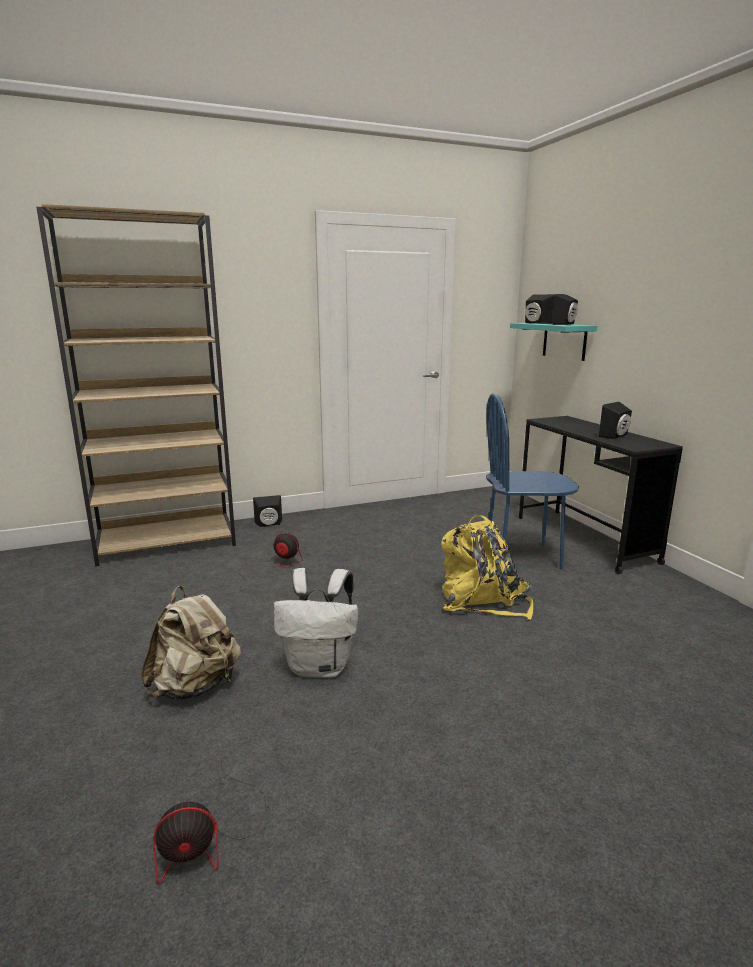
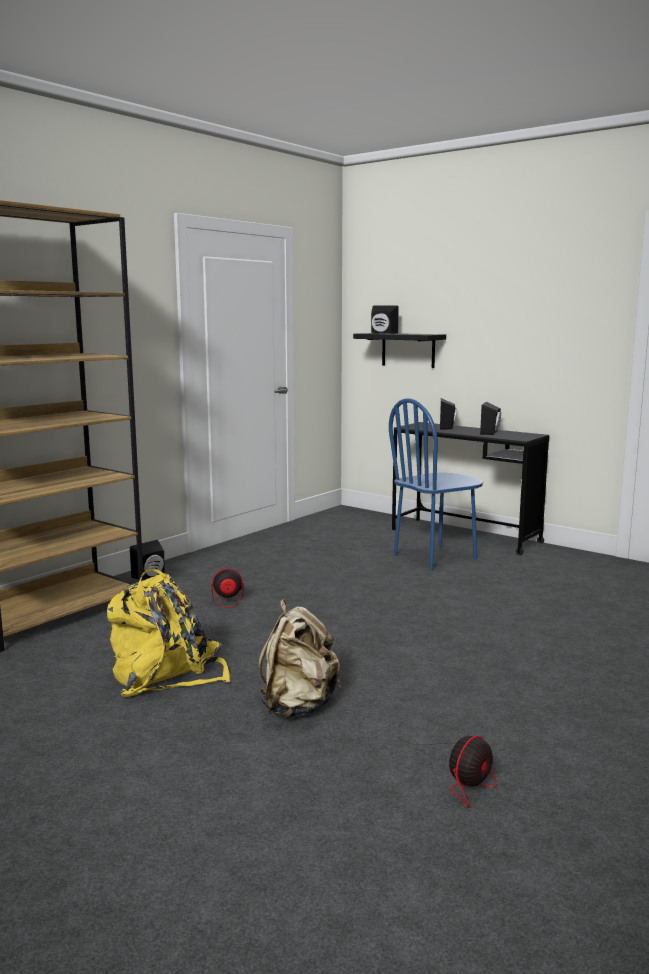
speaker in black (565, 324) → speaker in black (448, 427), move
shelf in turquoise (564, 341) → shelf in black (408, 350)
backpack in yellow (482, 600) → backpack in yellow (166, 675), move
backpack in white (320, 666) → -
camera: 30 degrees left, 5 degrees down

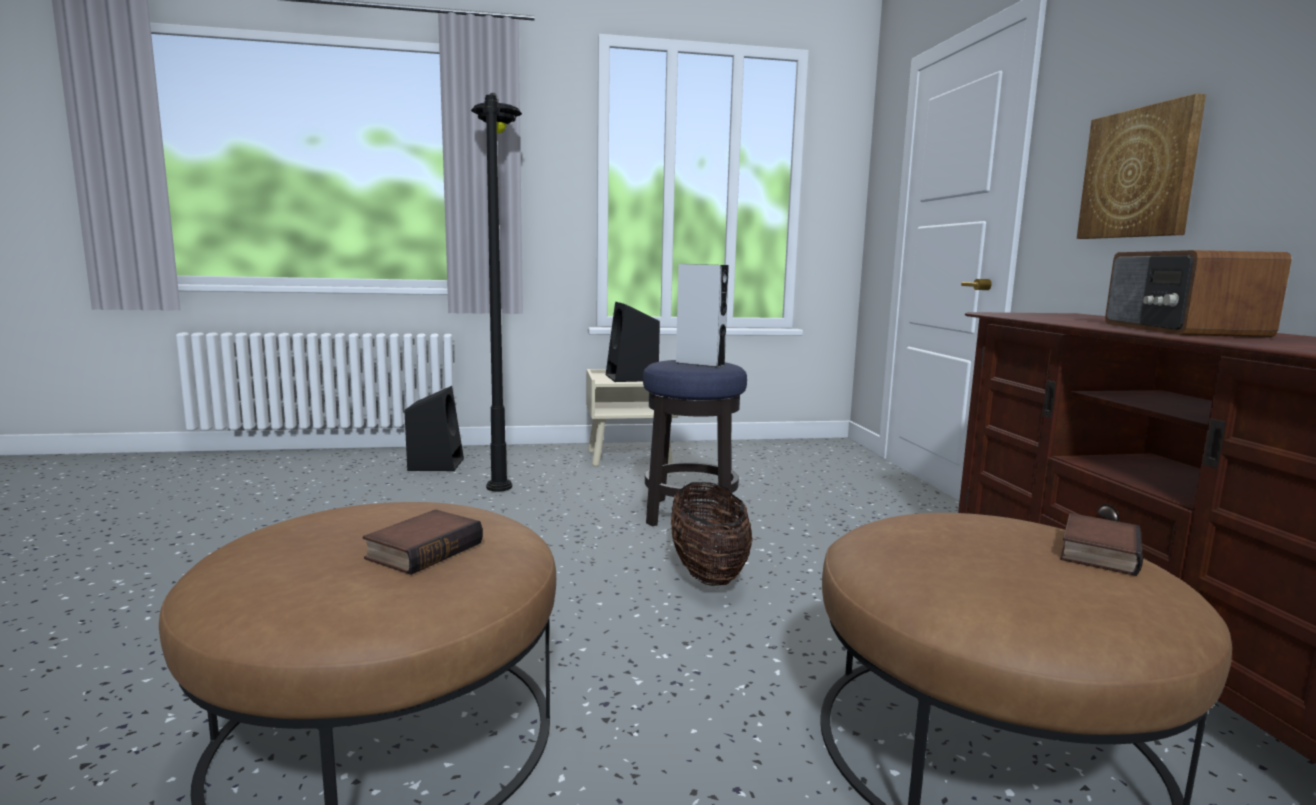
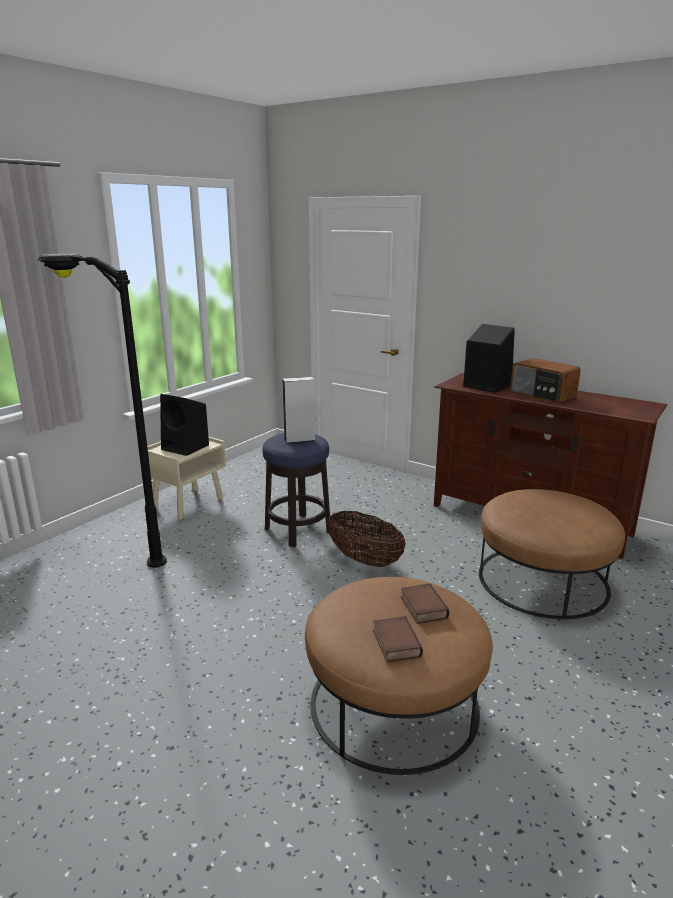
picture (1140, 173) → -
speaker in black (436, 464) → speaker in black (486, 386), move
book (1096, 552) → book (394, 643), move
camera: 45 degrees left, 10 degrees up

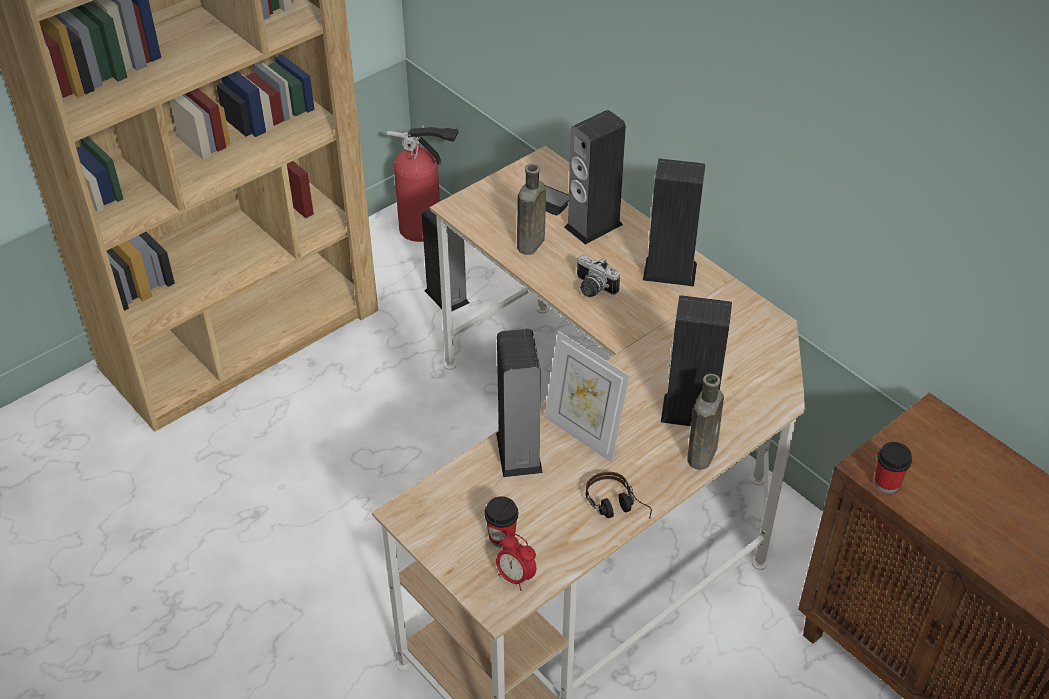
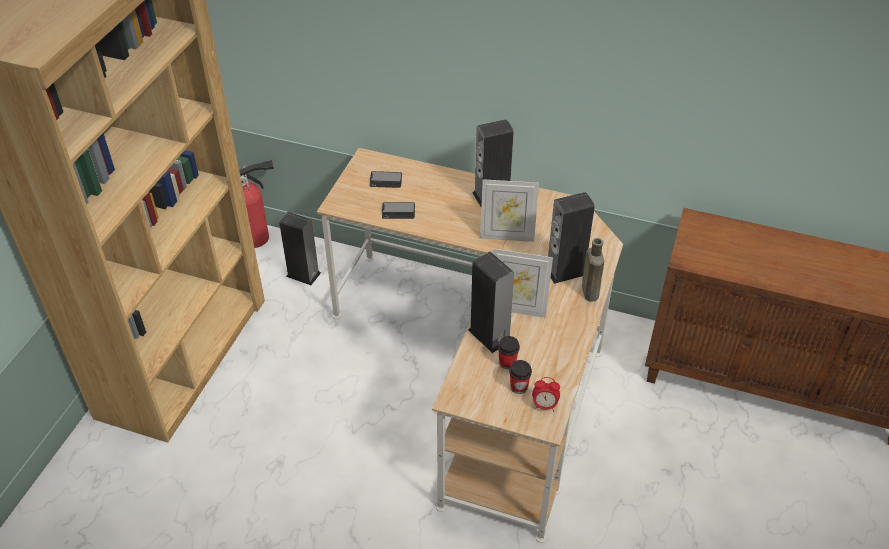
speaker (593, 226) → -
bottle in brown (530, 245) → phone (398, 211)
photo camera (592, 288) → -
cup (887, 483) → cup (507, 363), move
headphones (618, 509) → -
- → picture frame (507, 236)
camera: 30 degrees left, 0 degrees up

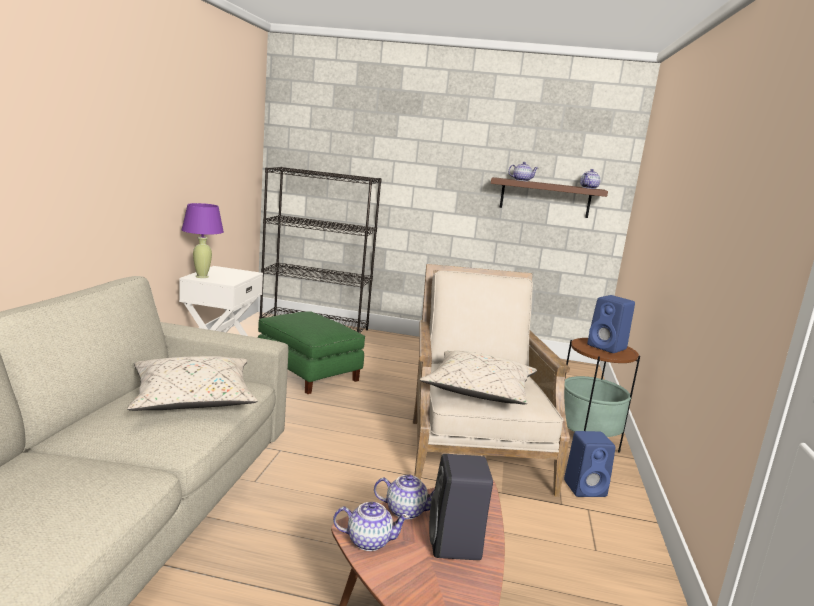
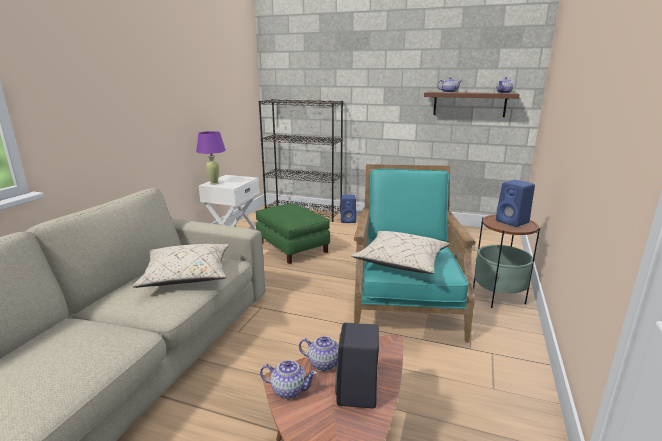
armchair in beige (472, 447) → armchair in turquoise (405, 302)
speaker in blue (586, 488) → speaker in blue (348, 220), move
camera: 10 degrees right, 5 degrees up

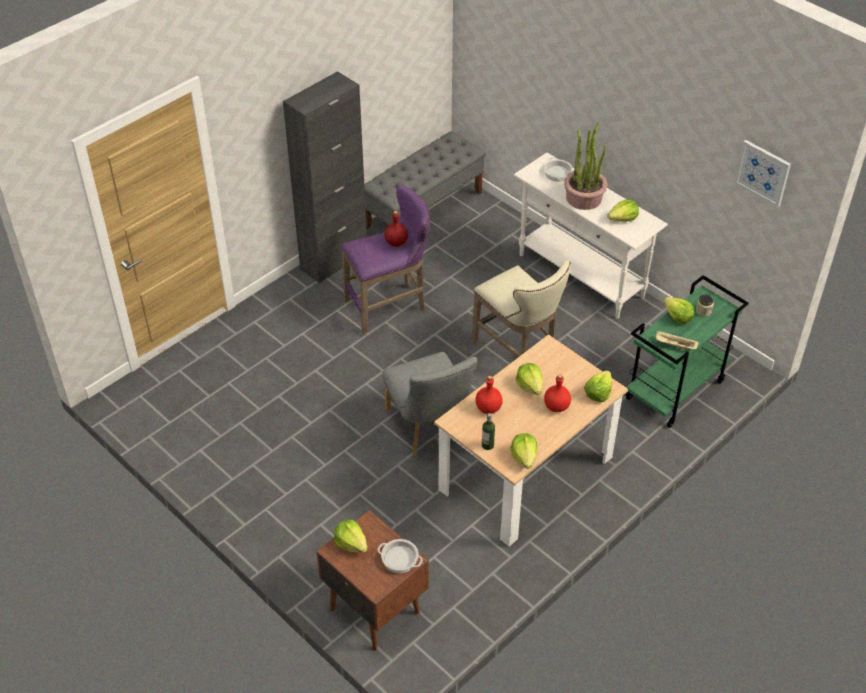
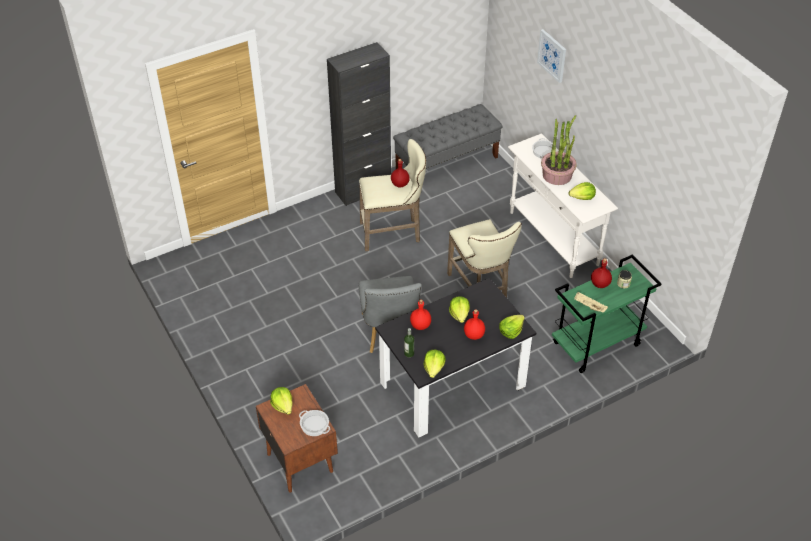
picture (763, 172) → picture (552, 55), move
stool in purple (390, 306) → stool in beige (393, 233)
lettuce (677, 317) → bottle in red (600, 284)
dining table in beige (526, 474) → dining table in black (452, 385)
camera: 15 degrees right, 0 degrees up

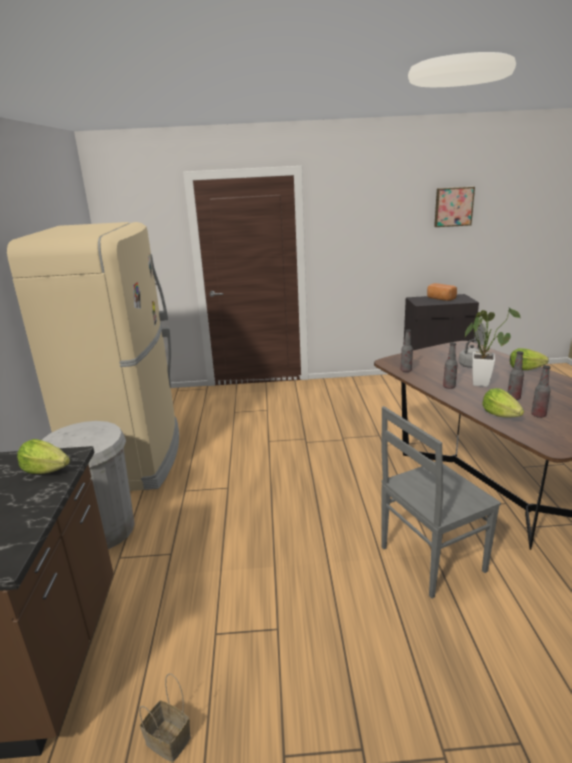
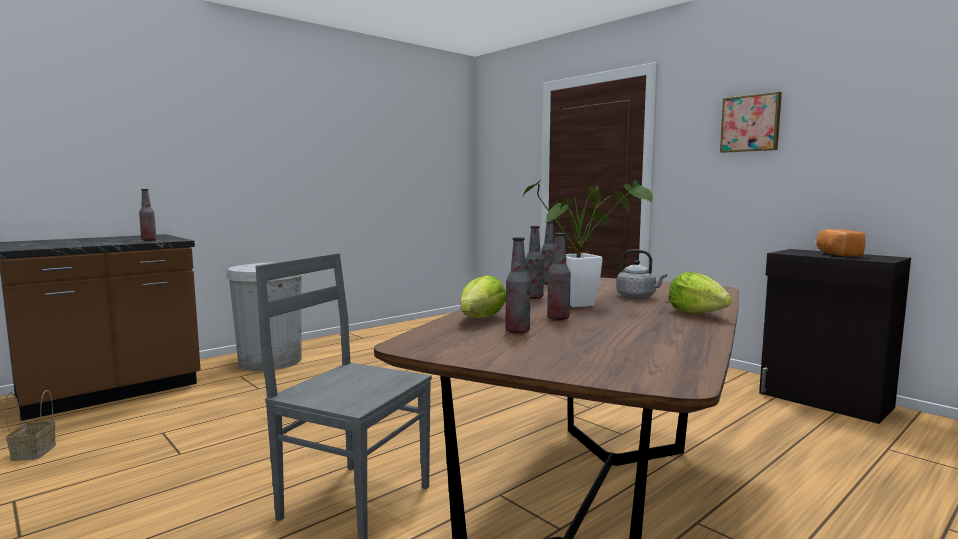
picture (453, 206) → picture (751, 123), move
fridge in beige (131, 457) → -
lettuce (46, 470) → bottle (149, 240)
camera: 50 degrees right, 15 degrees down

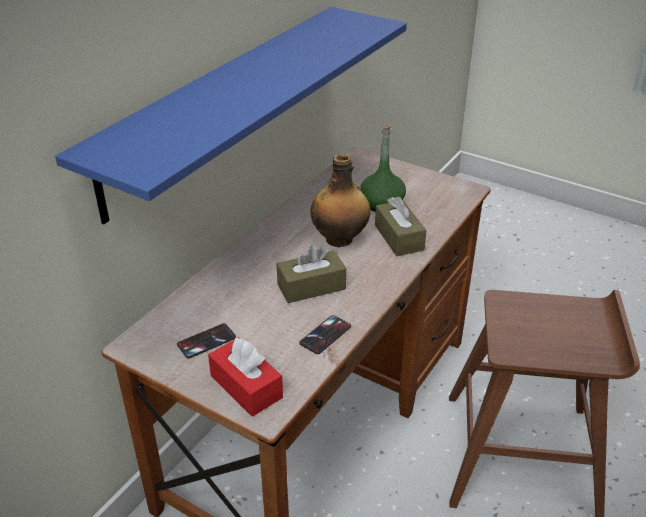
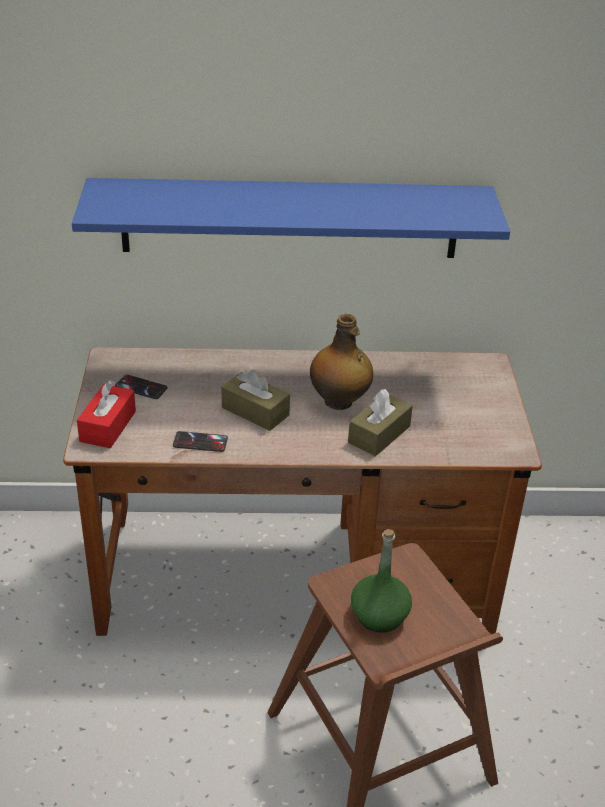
bottle in green (382, 204) → bottle in green (379, 615), move
camera: 55 degrees right, 0 degrees up

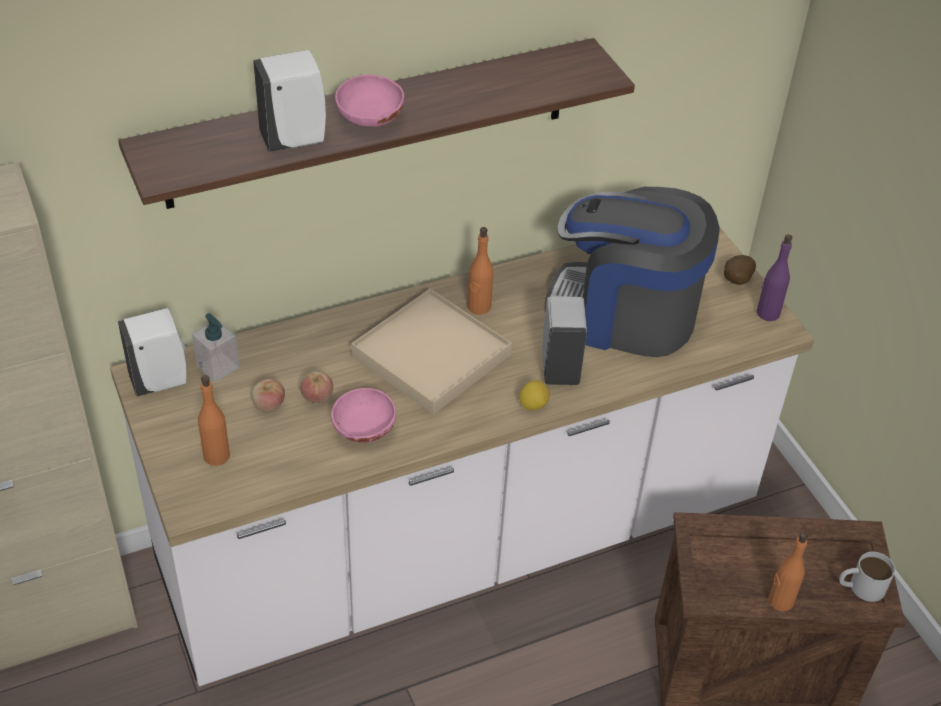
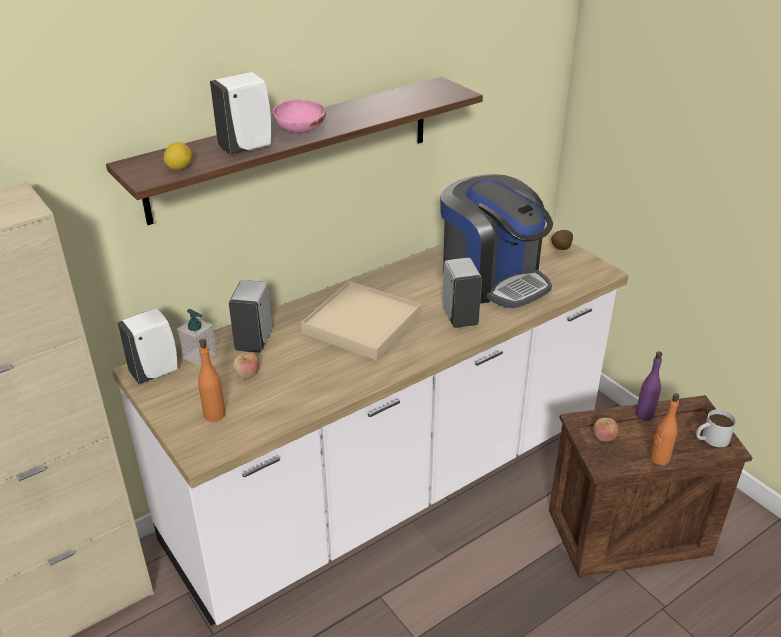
coffee machine (625, 314) → coffee machine (492, 279), 135 degrees counterclockwise
bottle in orange (479, 307) → -
bottle in purple (767, 313) → bottle in purple (644, 414), move
apple (317, 397) → apple (604, 437), move
lemon (533, 405) → lemon (179, 168), move
bowl in pink (362, 430) → -
- → soap dispenser in white (254, 341)
camera: 10 degrees left, 10 degrees down

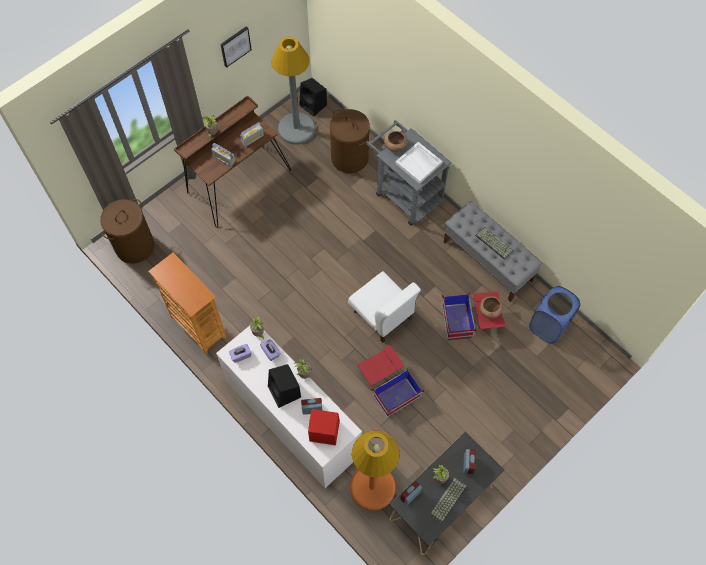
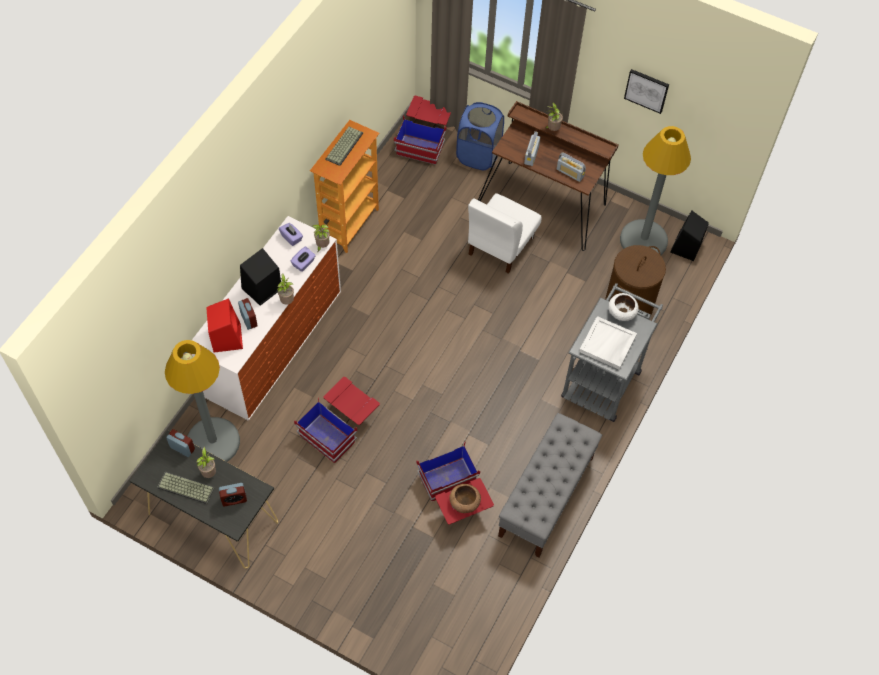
bowl in brown (395, 145) → bowl in white (622, 312)
laundry basket in brown (134, 246) → storage box in red (424, 139)
keyboard (493, 243) → keyboard (344, 145), move
chair in white (382, 315) → chair in white (500, 246), move
laundry basket in blue (548, 325) → laundry basket in blue (478, 155), move
floor lamp in orange (372, 487) → floor lamp in grey (213, 442)
camera: 70 degrees right, 5 degrees down

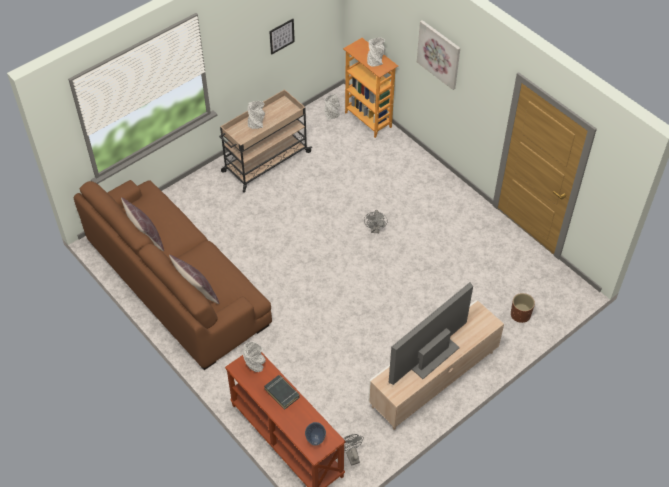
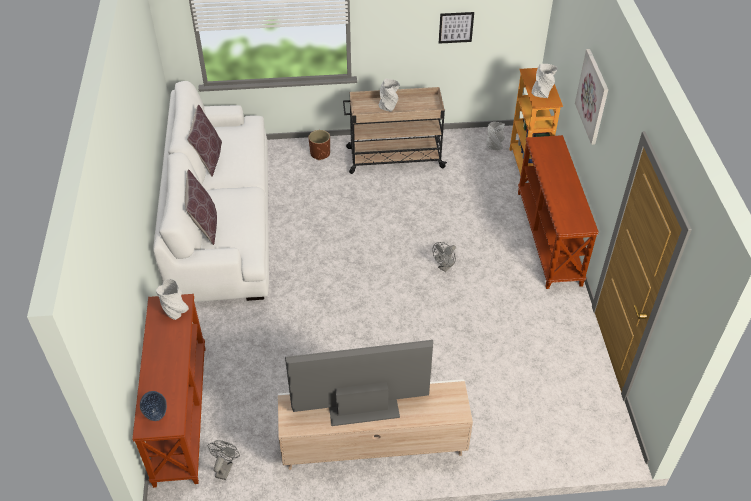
sofa in brown (177, 282) → sofa in white (222, 219)
planter in brown (520, 315) → planter in brown (320, 153), move
book in black (282, 393) → -
- → console table in brown (549, 237)
camera: 35 degrees right, 5 degrees down

